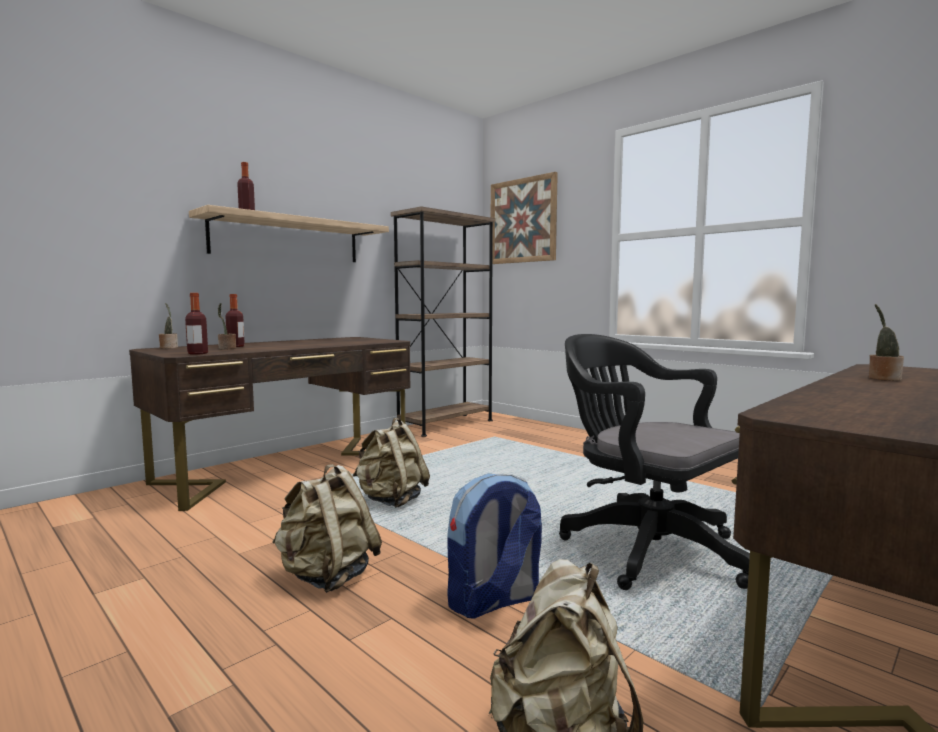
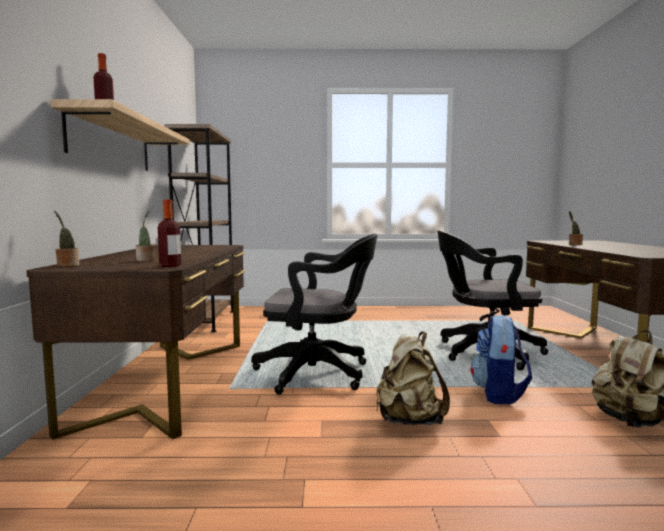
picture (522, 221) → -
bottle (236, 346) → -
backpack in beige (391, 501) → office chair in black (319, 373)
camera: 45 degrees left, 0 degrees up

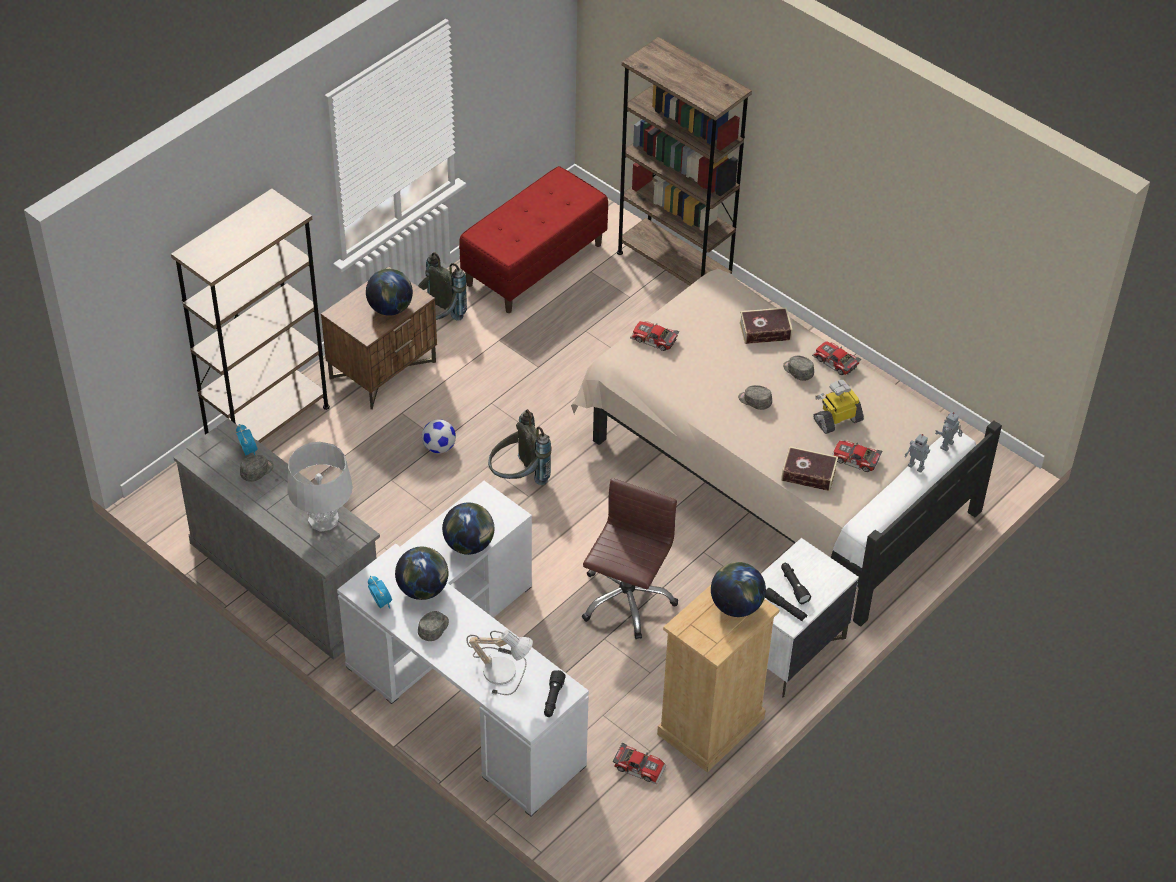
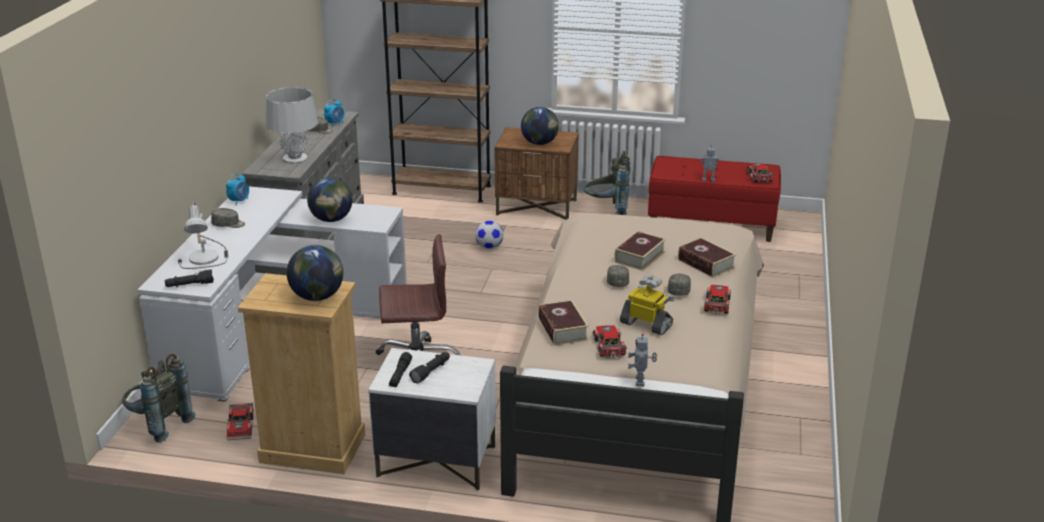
bookcase in brown (674, 267) → -
toy car (653, 340) → toy car (758, 177), move
backpack in grey (518, 477) → backpack in grey (158, 425), move
toy robot (947, 446) → toy robot (708, 180), move
globe (423, 589) → -
- → book (639, 257)
camera: 60 degrees right, 20 degrees down

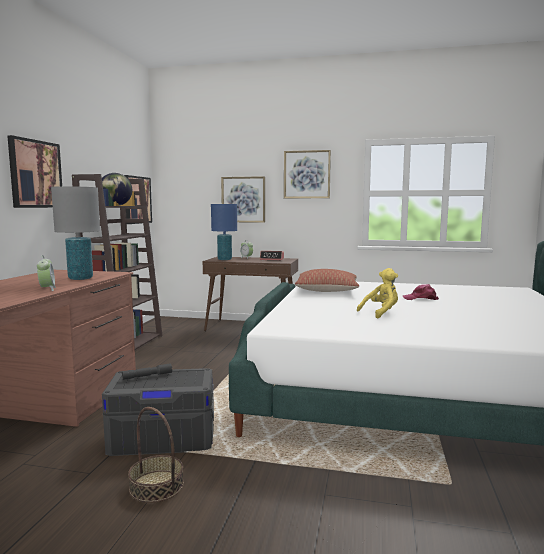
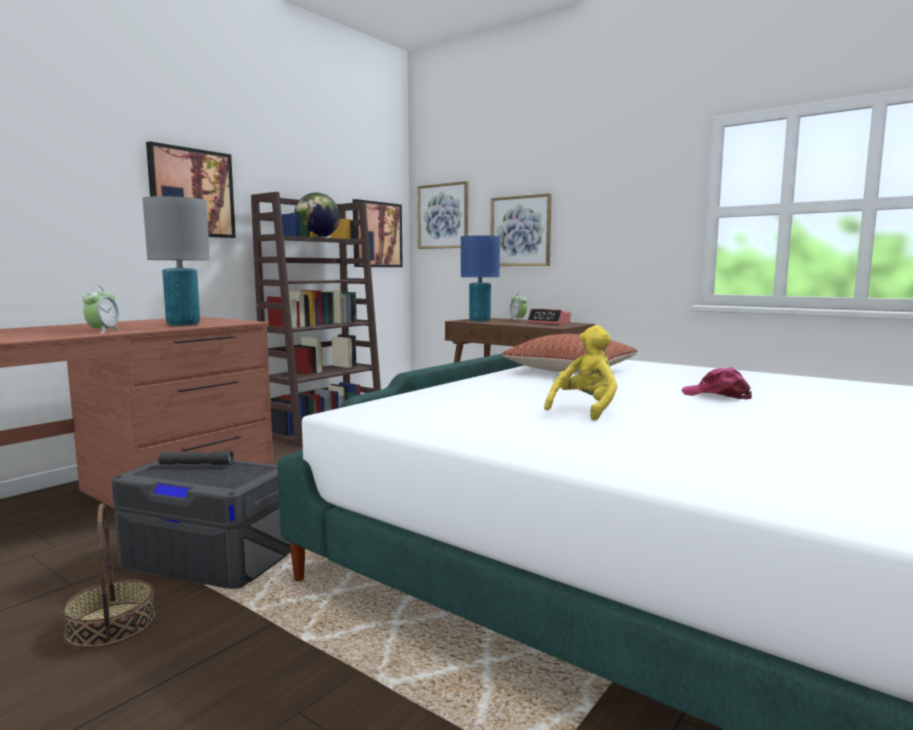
picture (307, 174) → picture (443, 216), move
plush toy in yellow (381, 313) → plush toy in yellow (585, 409), 45 degrees counterclockwise
camera: 25 degrees right, 0 degrees up

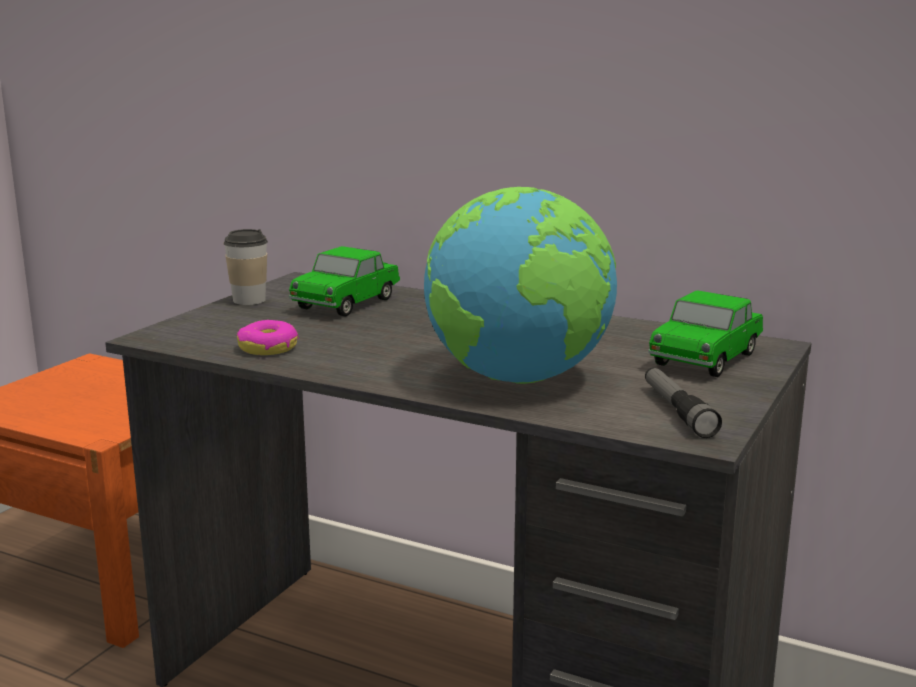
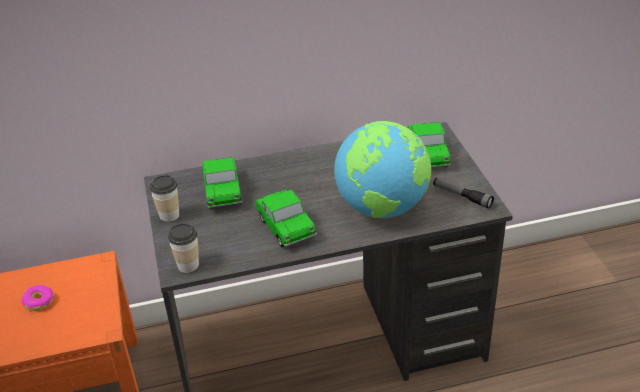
donut (268, 348) → donut (39, 302), move
- → toy car (286, 228)
- → cup (188, 265)
camera: 40 degrees left, 20 degrees up

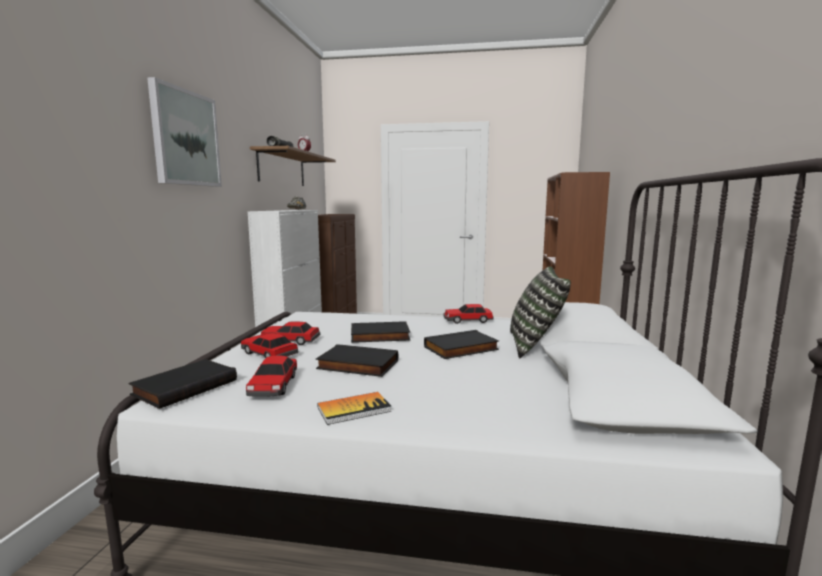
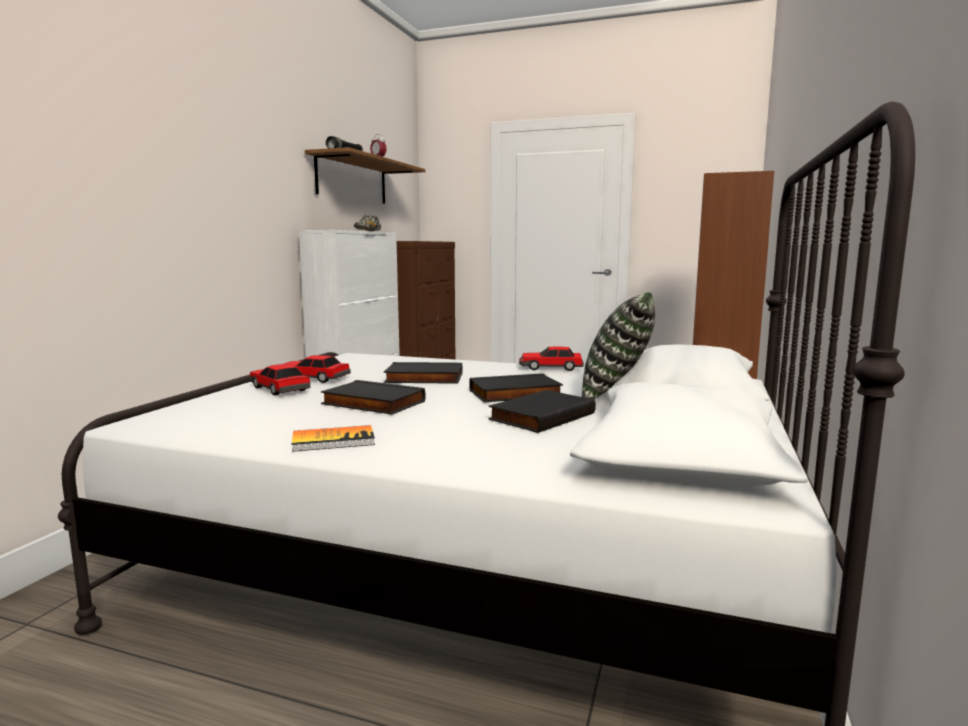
picture (185, 138) → -
toy car (273, 386) → -
book in black (185, 386) → book in black (541, 416), move
camera: 10 degrees right, 0 degrees up

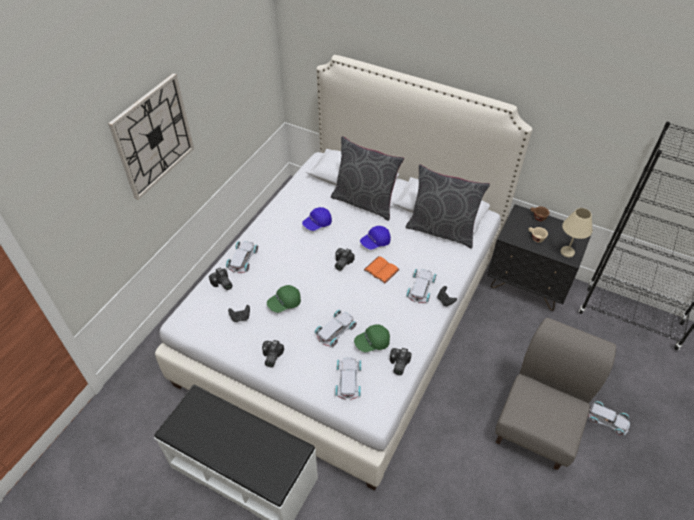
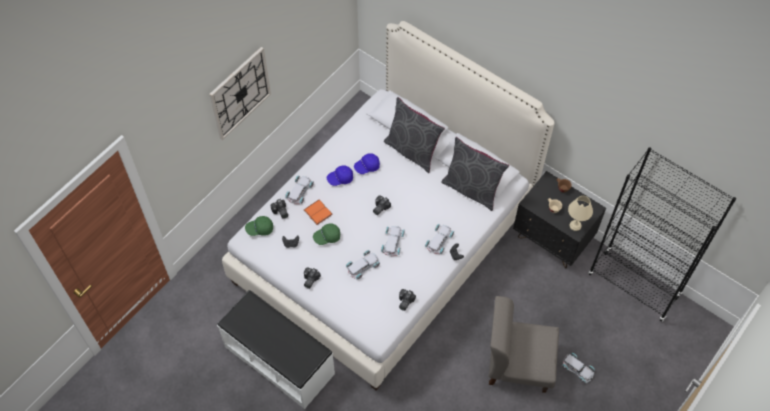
cap in blue (375, 242) → cap in blue (340, 178), move
book in orange (382, 270) → book in orange (318, 212), move
chair in grey (537, 426) → chair in grey (517, 364), 120 degrees counterclockwise
cap in green (372, 342) → cap in green (259, 229), move
toy car in white (349, 379) → toy car in white (393, 242), move
camera: 10 degrees right, 10 degrees up

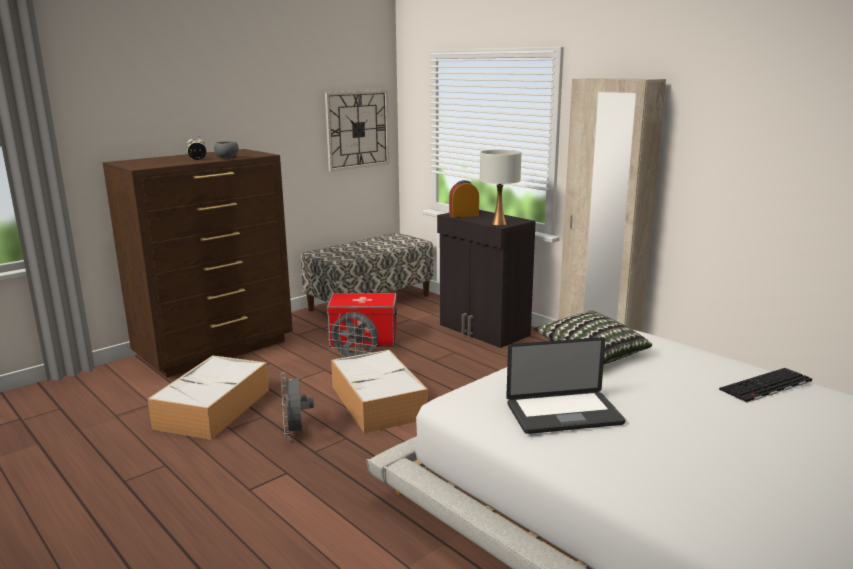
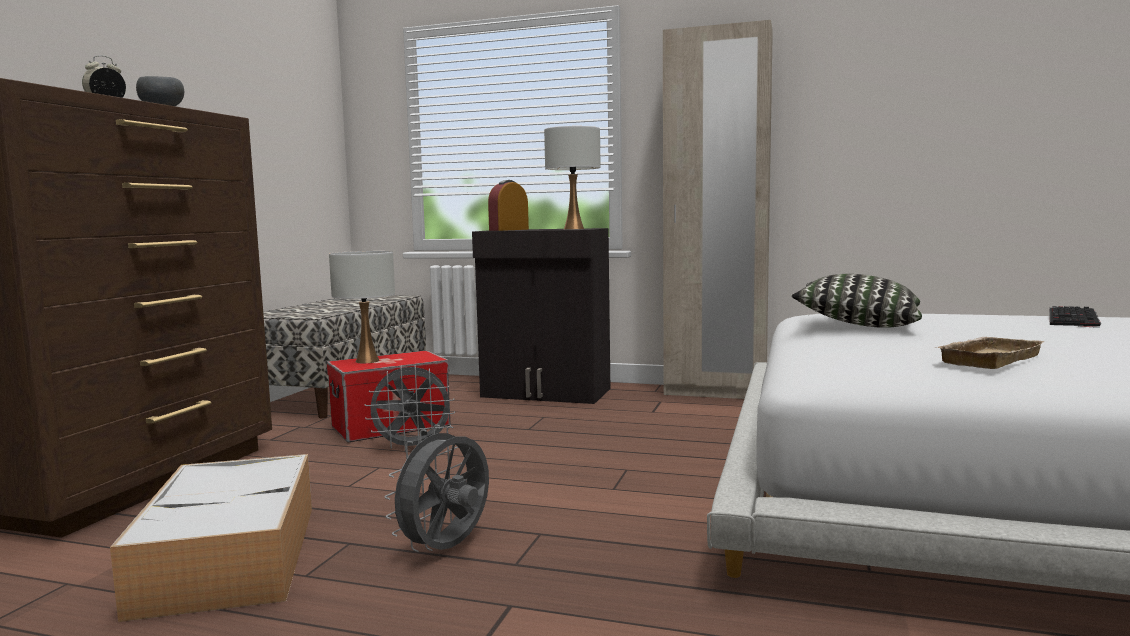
wall clock (357, 129) → -
laptop (564, 414) → tray in beige (986, 359)
storage box (379, 403) → -
fan in grey (296, 434) → fan in grey (447, 550), 75 degrees clockwise
- → table lamp in white (367, 361)
camera: 30 degrees left, 10 degrees down

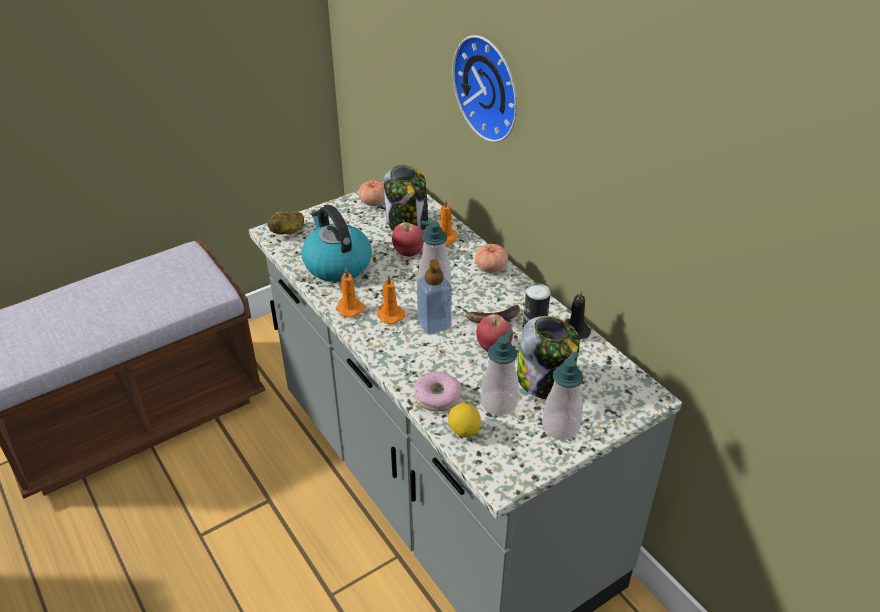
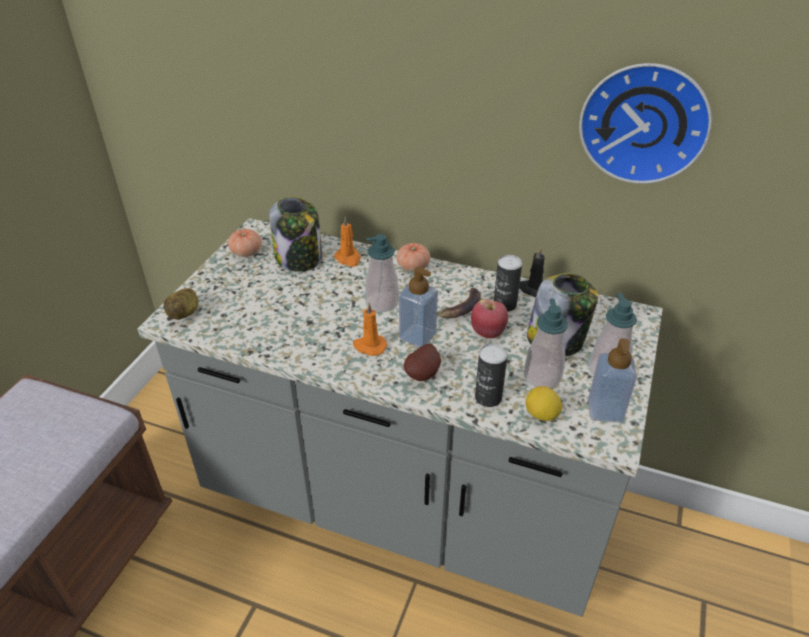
wall clock (491, 87) → wall clock (644, 122), move
kettle (336, 264) → -
apple (408, 252) → -
candle in orange (349, 308) → -
donut (437, 396) → can (488, 397)
- → soap dispenser (605, 410)
- → potato (424, 374)
camera: 35 degrees left, 0 degrees up

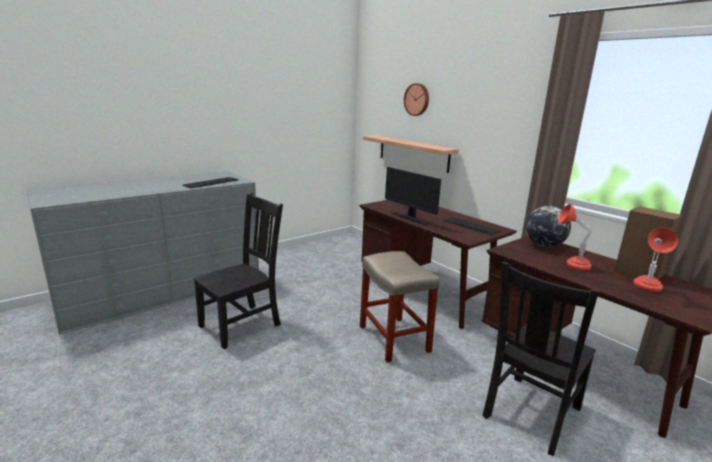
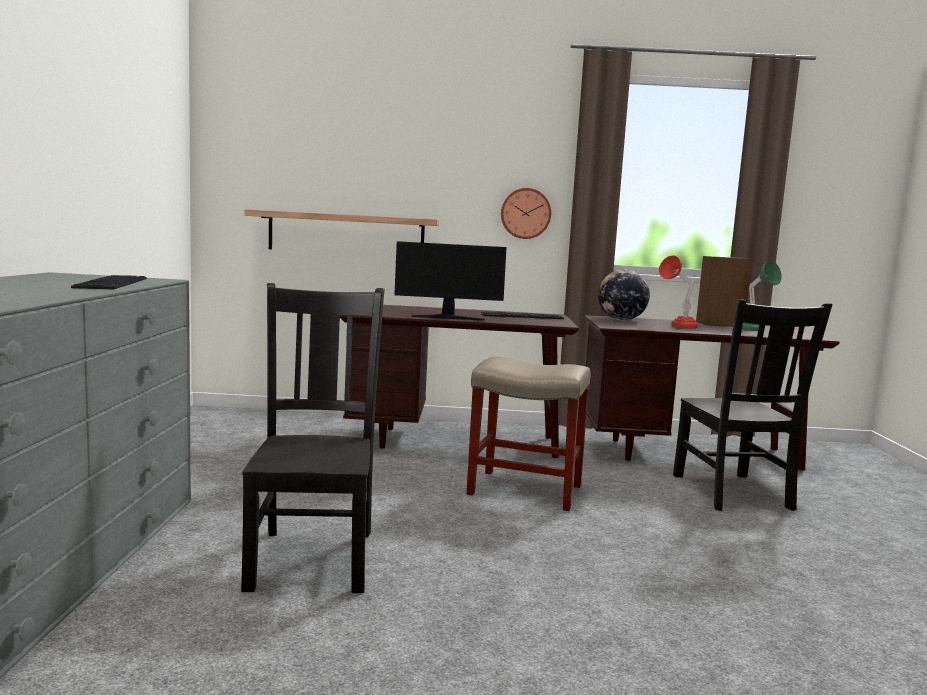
wall clock (417, 99) → wall clock (525, 213), move
table lamp in red (646, 289) → table lamp in green (754, 330)
camera: 50 degrees left, 10 degrees down

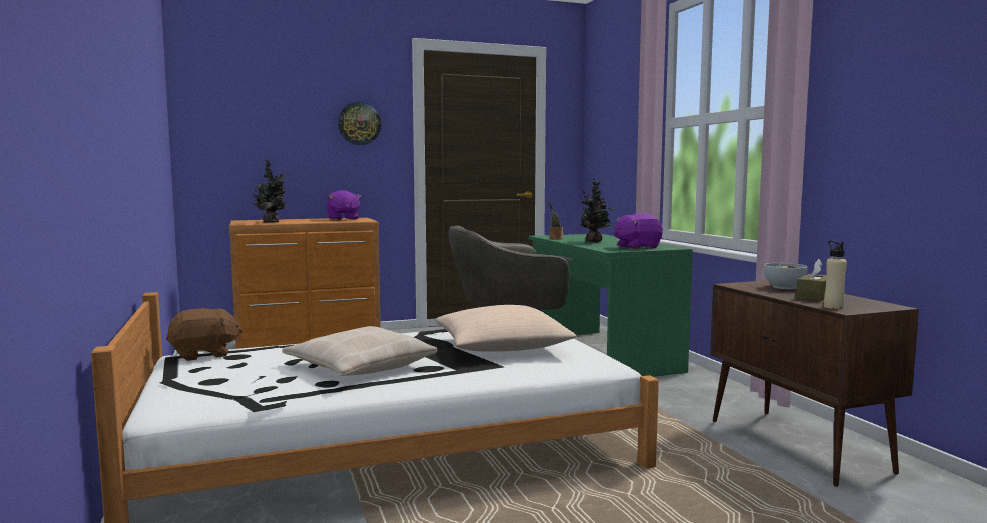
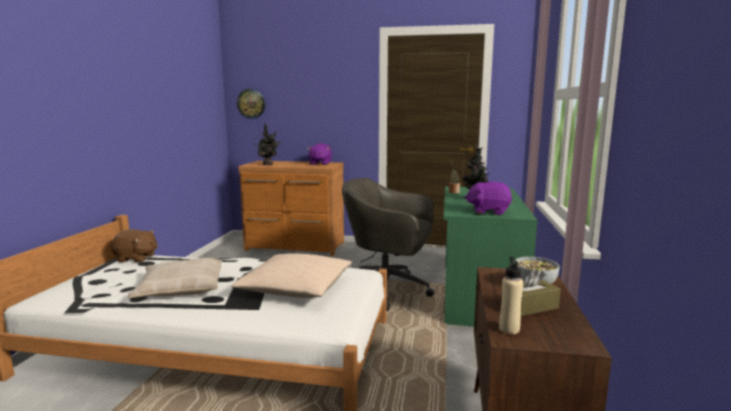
wall clock (359, 123) → wall clock (251, 103), move
camera: 30 degrees right, 5 degrees up

